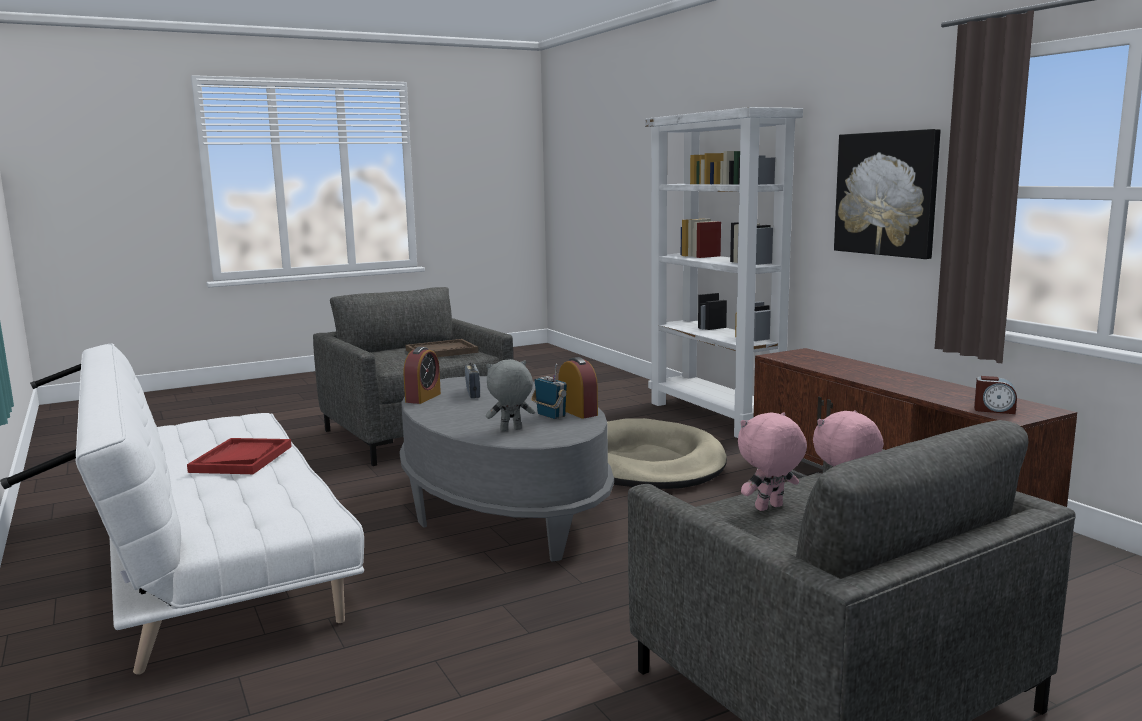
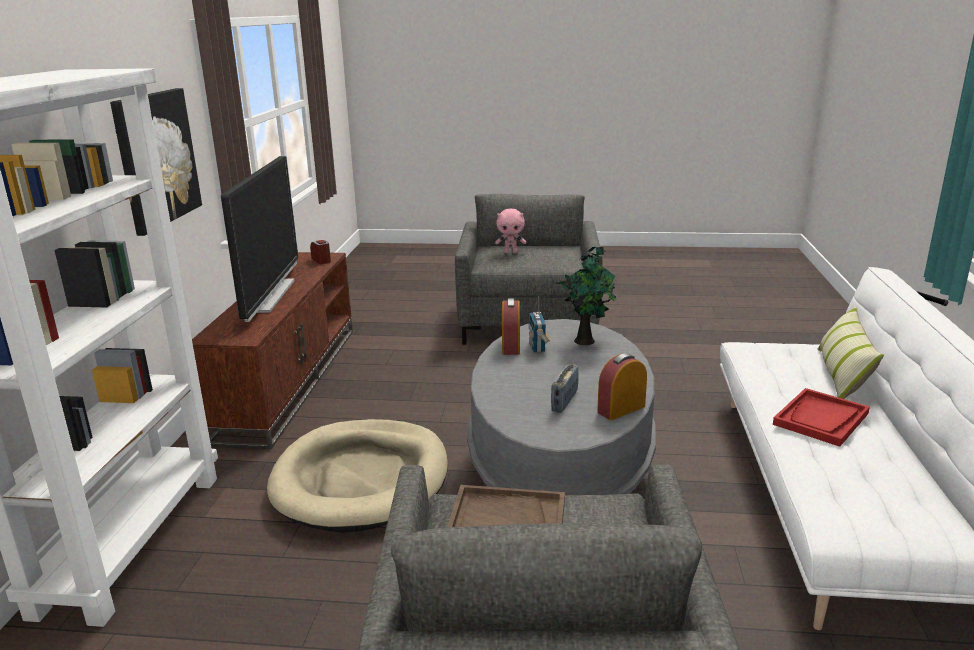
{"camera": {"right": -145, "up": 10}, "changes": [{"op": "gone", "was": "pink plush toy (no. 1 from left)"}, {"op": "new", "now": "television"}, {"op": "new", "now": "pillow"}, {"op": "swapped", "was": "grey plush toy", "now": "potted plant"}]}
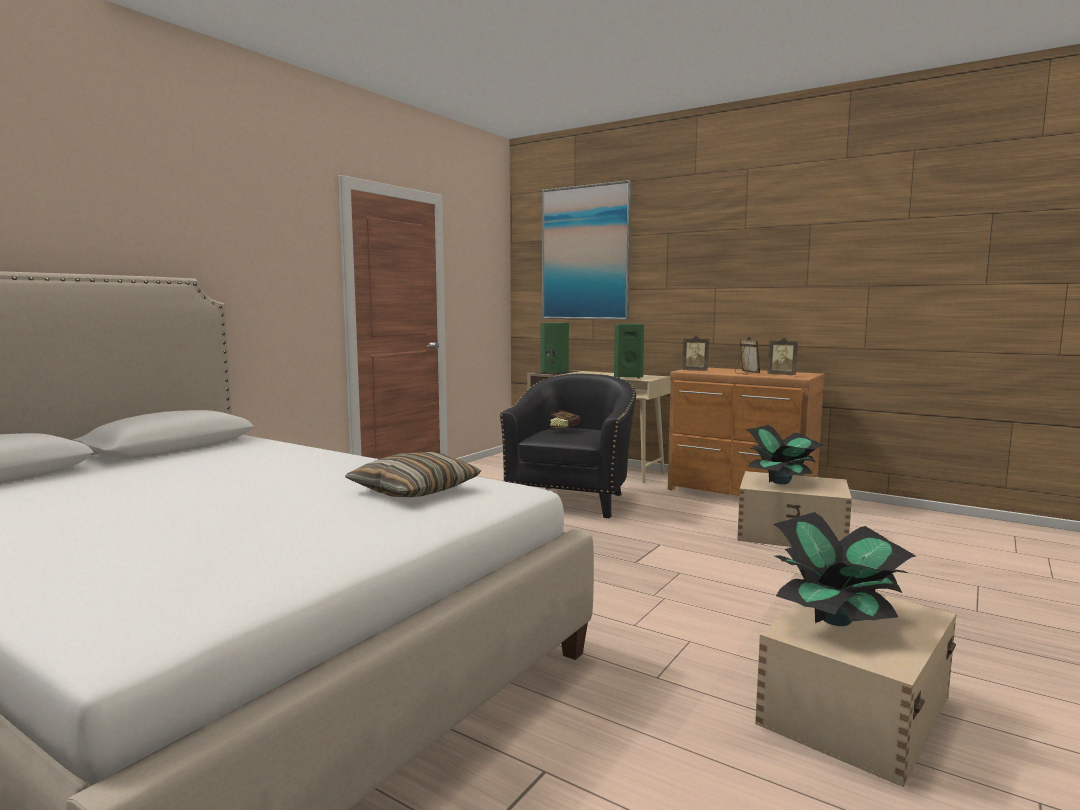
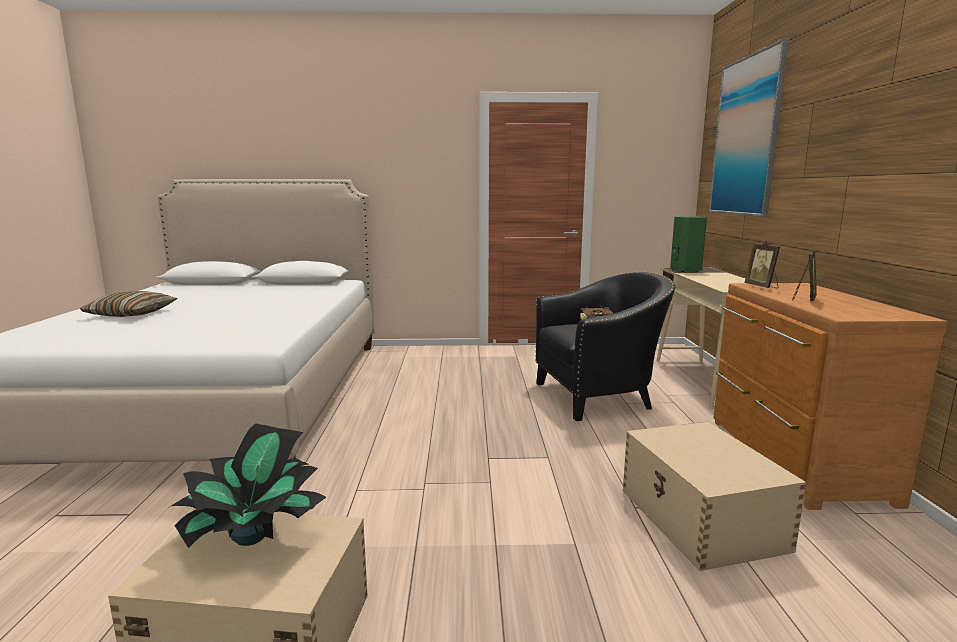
{"camera": {"right": 55, "up": 5}, "changes": [{"op": "gone", "was": "green speaker (no. 2 from left)"}, {"op": "gone", "was": "potted plant (no. 1 from left)"}, {"op": "gone", "was": "picture frame (no. 3 from left)"}, {"op": "shifted", "was": "pillow"}]}
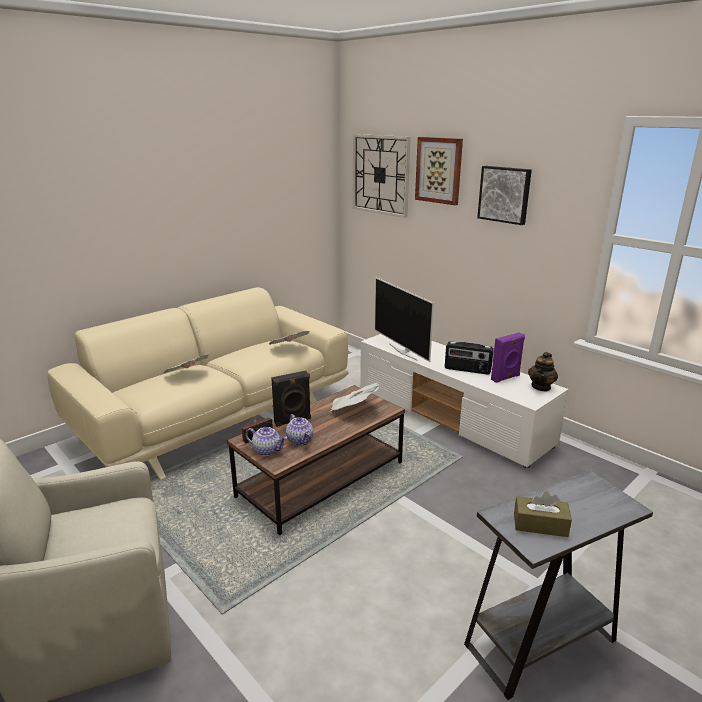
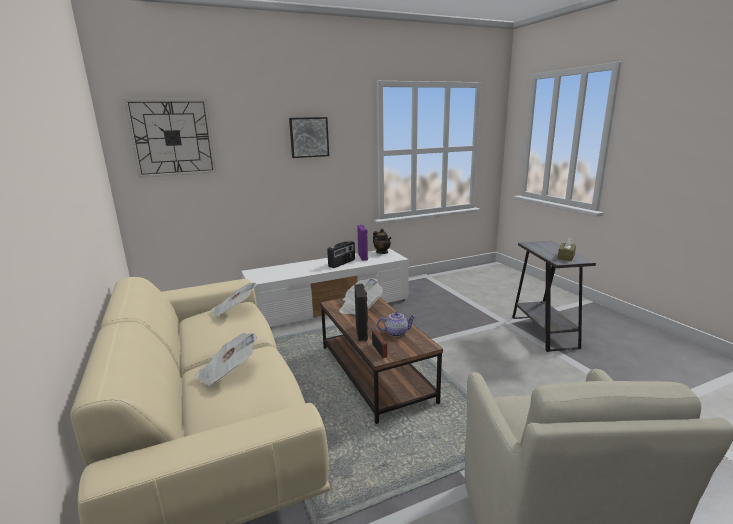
{"camera": {"right": -70, "up": -5}, "changes": [{"op": "gone", "was": "teapot (no. 1 from left)"}, {"op": "gone", "was": "television"}, {"op": "gone", "was": "picture (no. 1 from left)"}]}
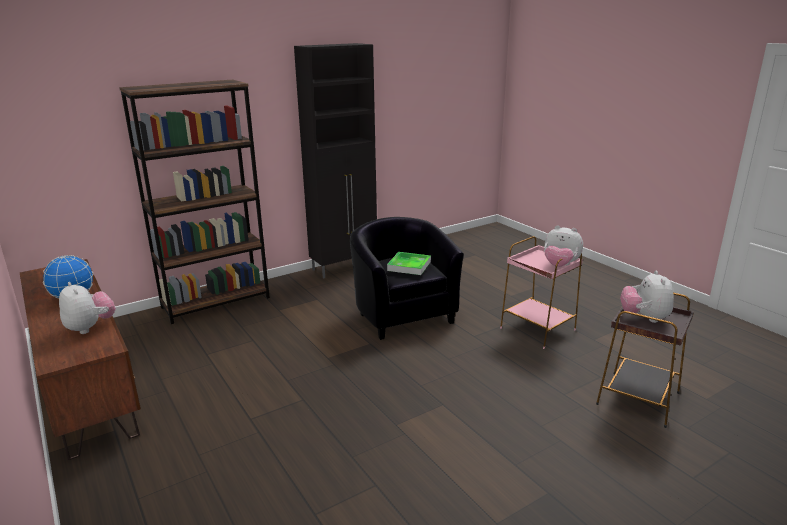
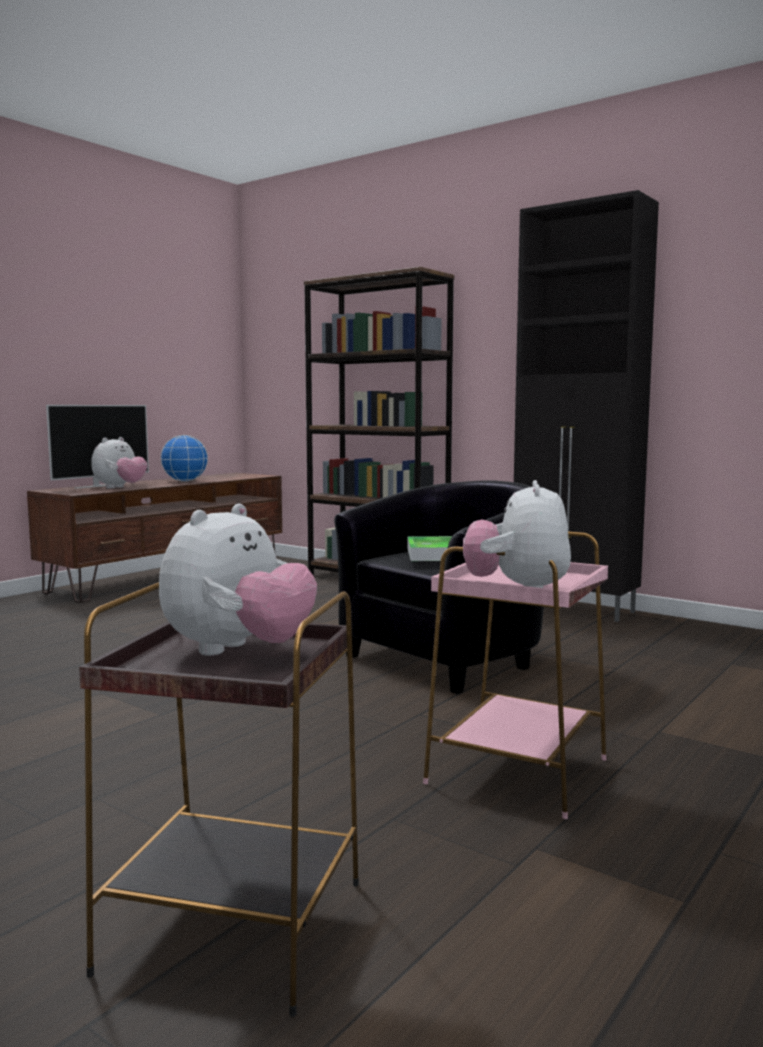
{"camera": {"right": 70, "up": -15}, "changes": [{"op": "new", "now": "television"}, {"op": "rotated", "was": "plush toy (no. 3 from left in the first image)", "clockwise": 135}]}
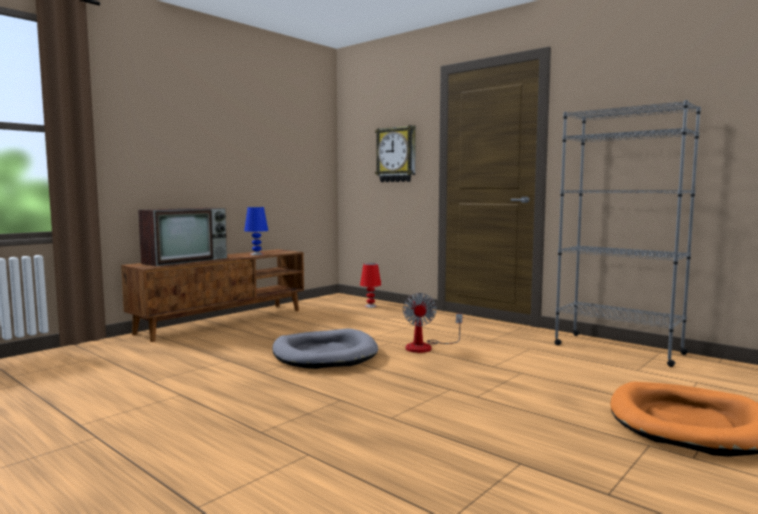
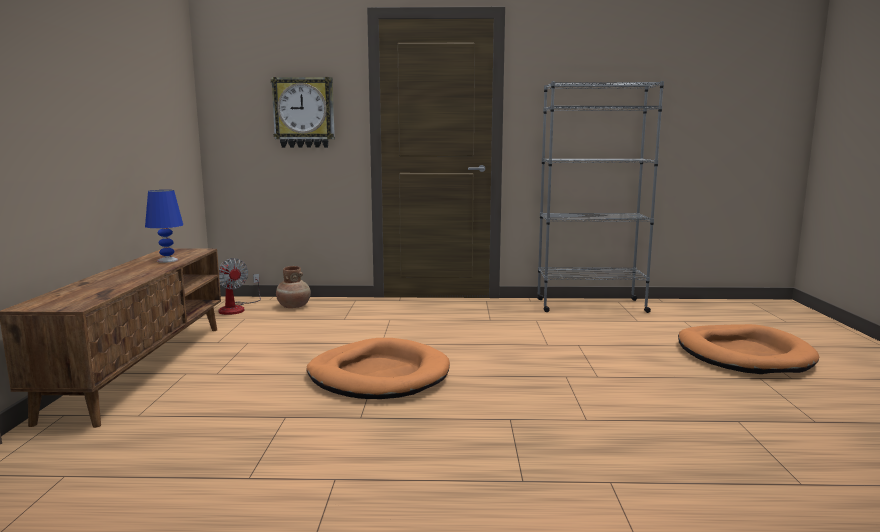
{"camera": {"right": -40, "up": 5}, "changes": [{"op": "gone", "was": "television"}, {"op": "shifted", "was": "fan"}, {"op": "swapped", "was": "red table lamp", "now": "brown vase"}, {"op": "repainted", "was": "grey dog bed", "now": "orange dog bed (no. 1 from left)"}]}
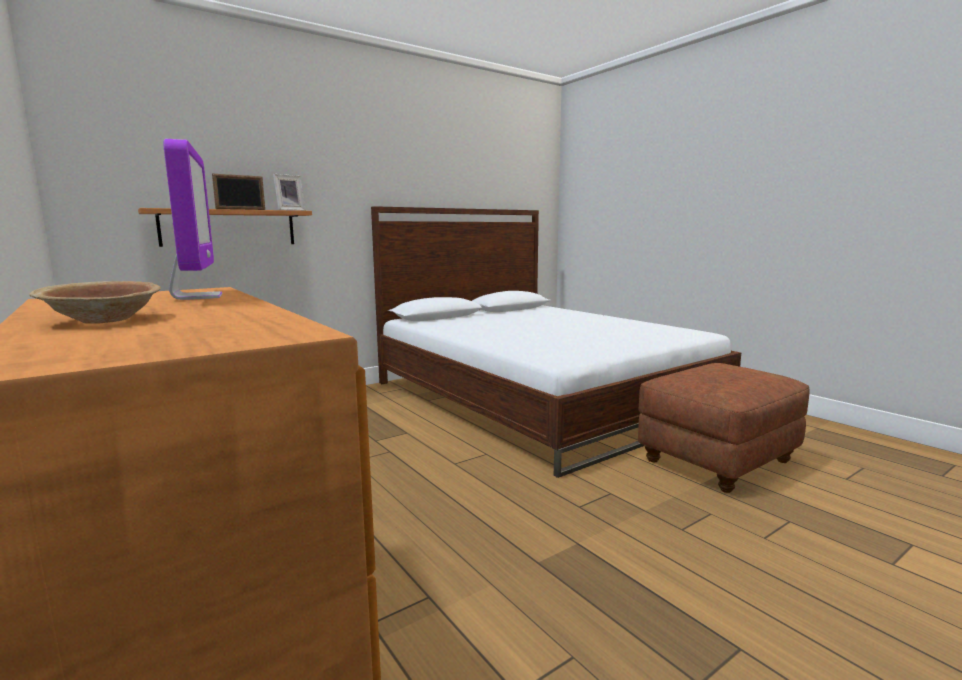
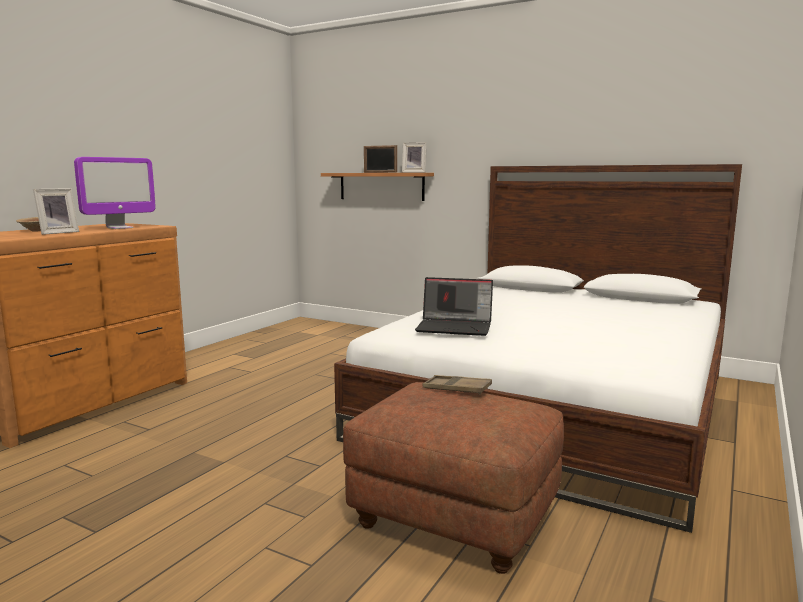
{"camera": {"right": 65, "up": 0}, "changes": [{"op": "new", "now": "picture frame (no. 1 from left)"}, {"op": "new", "now": "laptop"}, {"op": "new", "now": "brown tray"}]}
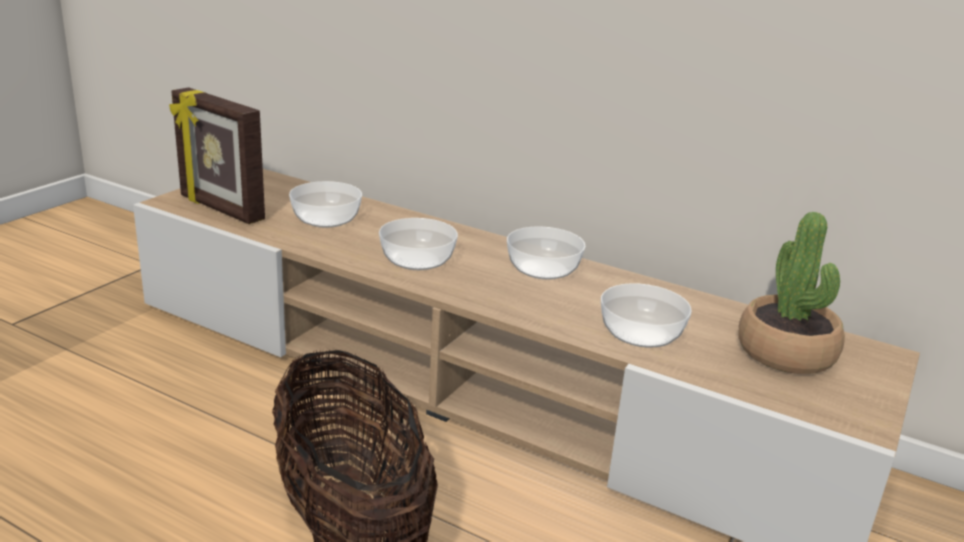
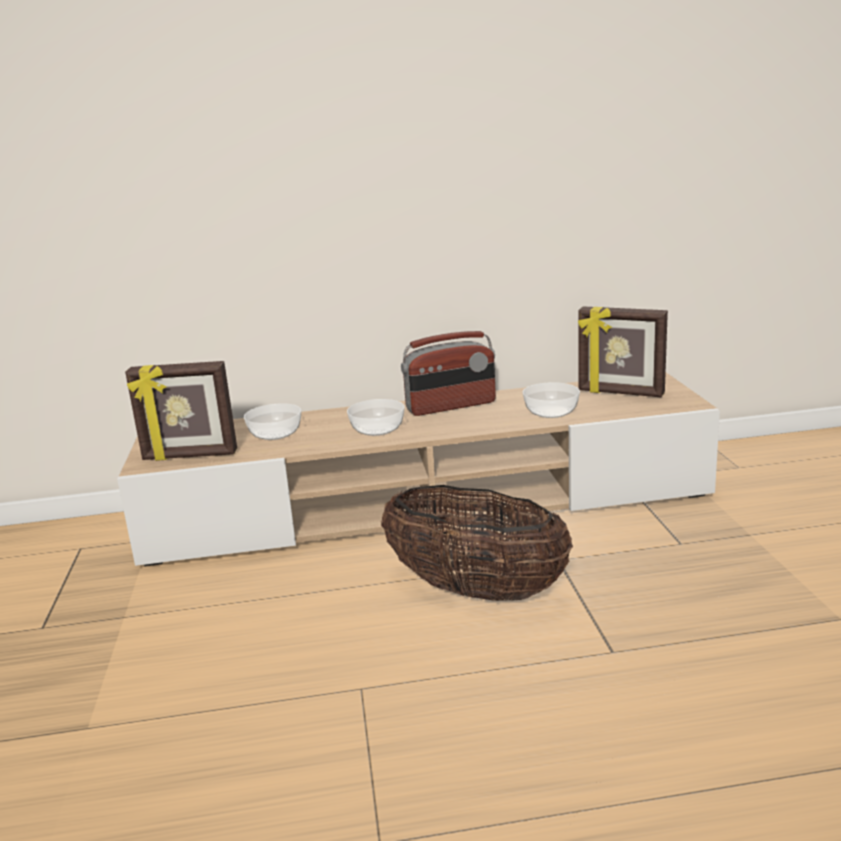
{"camera": {"right": -35, "up": -5}, "changes": [{"op": "swapped", "was": "bowl (no. 3 from left)", "now": "radio"}, {"op": "swapped", "was": "potted plant", "now": "picture frame (no. 2 from left)"}]}
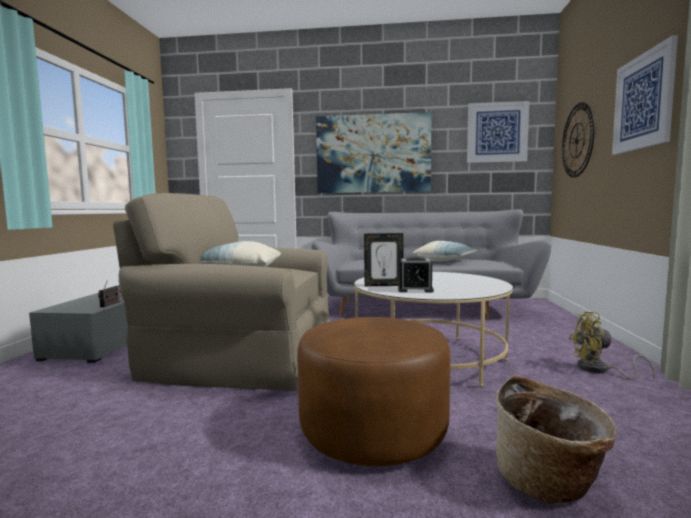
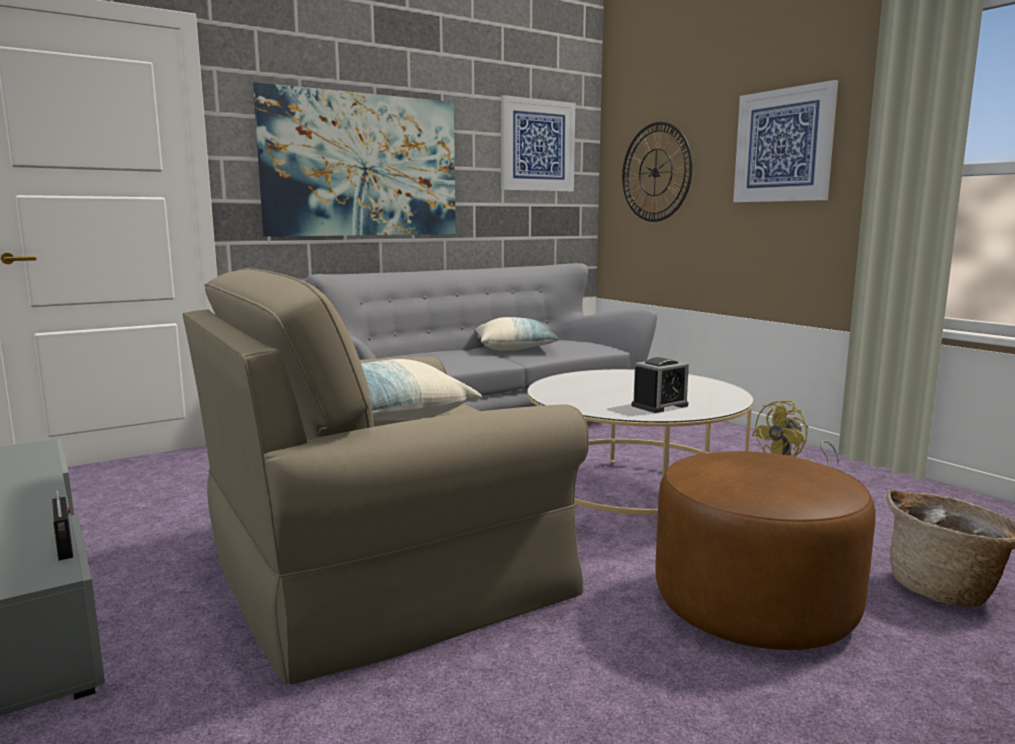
{"camera": {"right": -40, "up": 5}, "changes": [{"op": "gone", "was": "picture frame"}]}
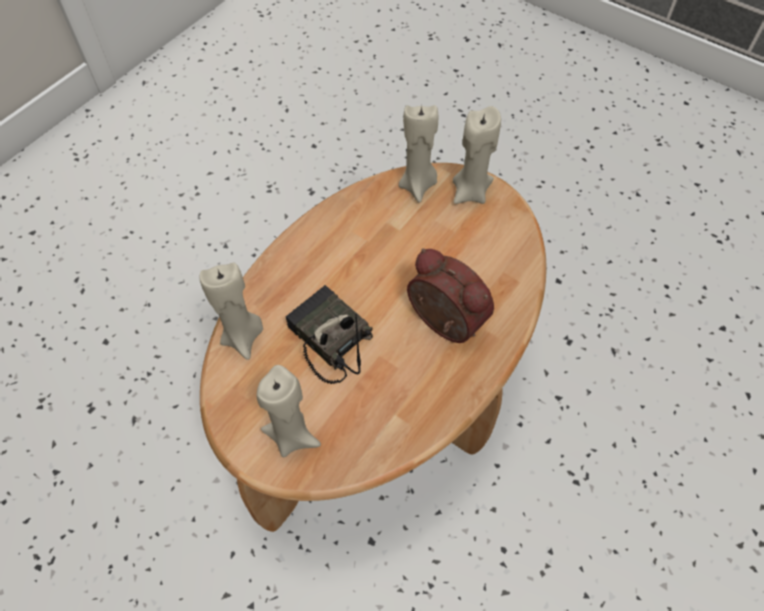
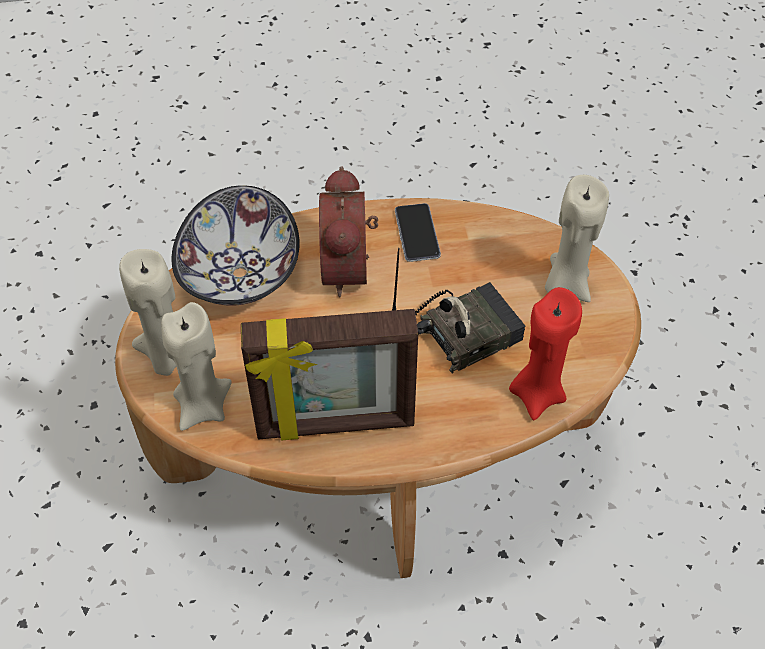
{"camera": {"right": -135, "up": -5}, "changes": [{"op": "new", "now": "bowl"}, {"op": "new", "now": "picture frame"}, {"op": "new", "now": "phone"}, {"op": "repainted", "was": "beige candle (no. 1 from left)", "now": "red candle"}, {"op": "rotated", "was": "radio", "clockwise": -120}]}
